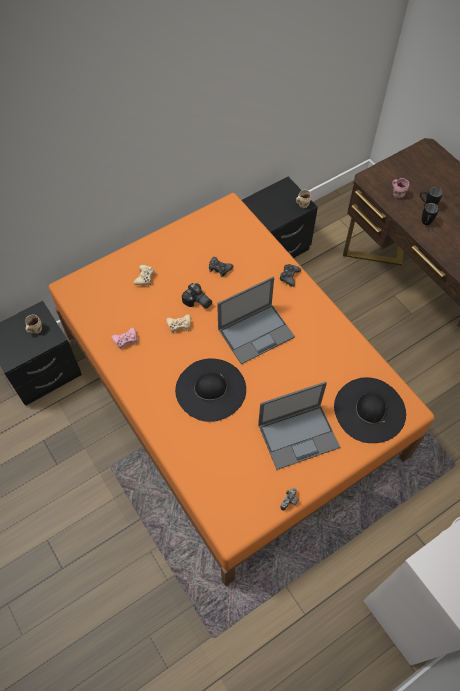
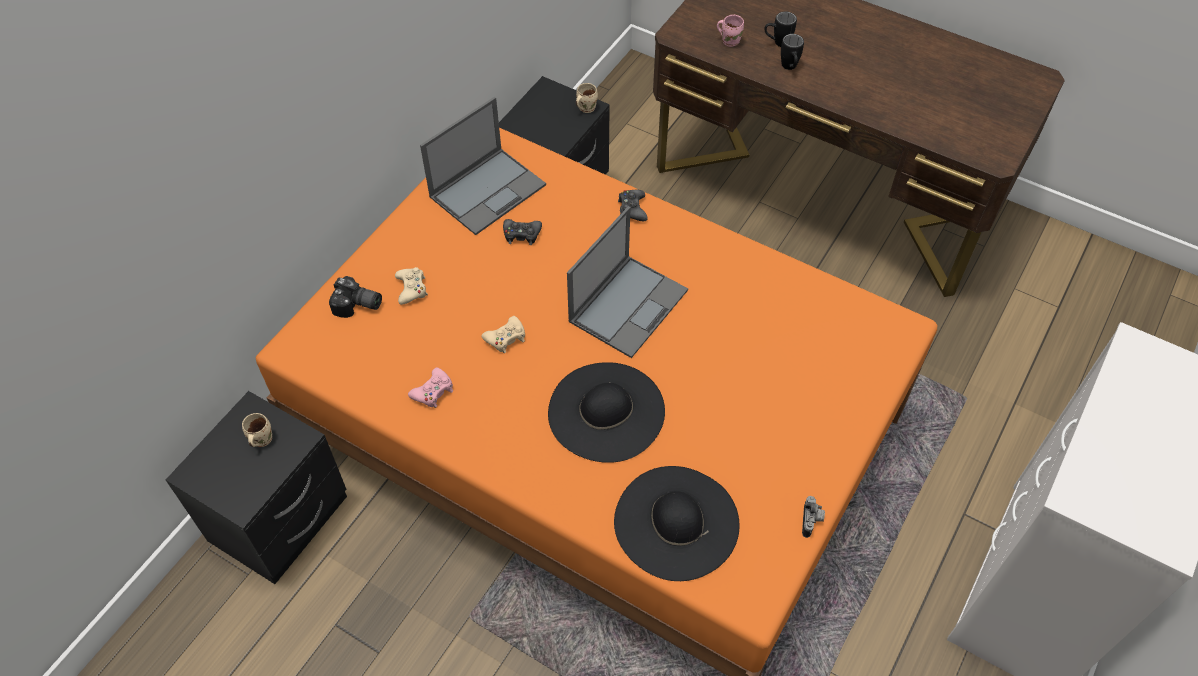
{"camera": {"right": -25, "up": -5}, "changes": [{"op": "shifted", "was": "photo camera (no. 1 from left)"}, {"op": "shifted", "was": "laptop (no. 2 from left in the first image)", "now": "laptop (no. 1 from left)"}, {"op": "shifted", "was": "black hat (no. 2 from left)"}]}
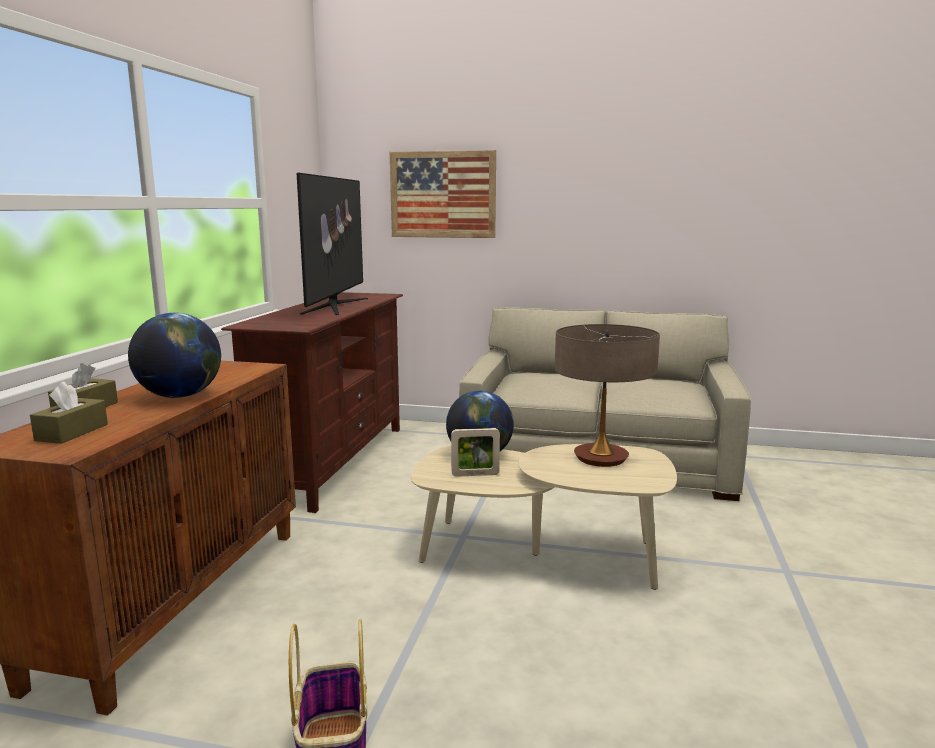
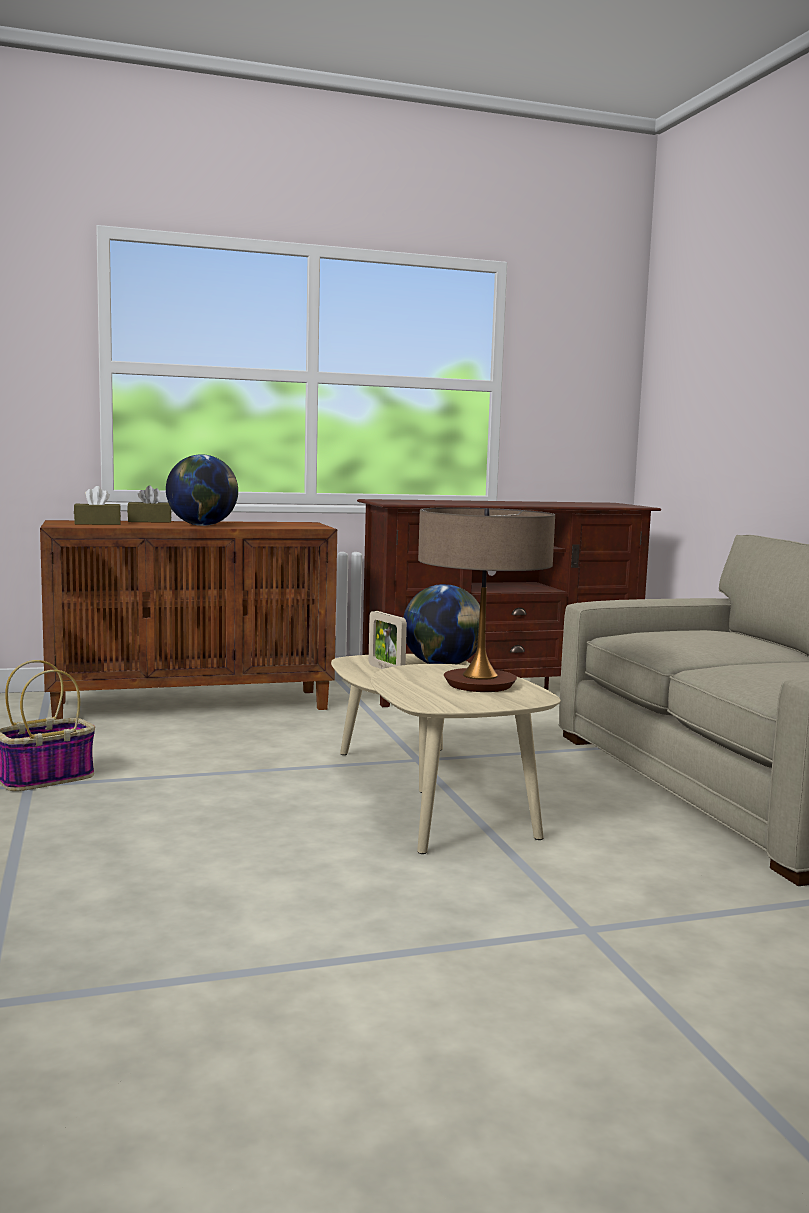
{"camera": {"right": 60, "up": -5}, "changes": [{"op": "gone", "was": "television"}, {"op": "gone", "was": "picture"}]}
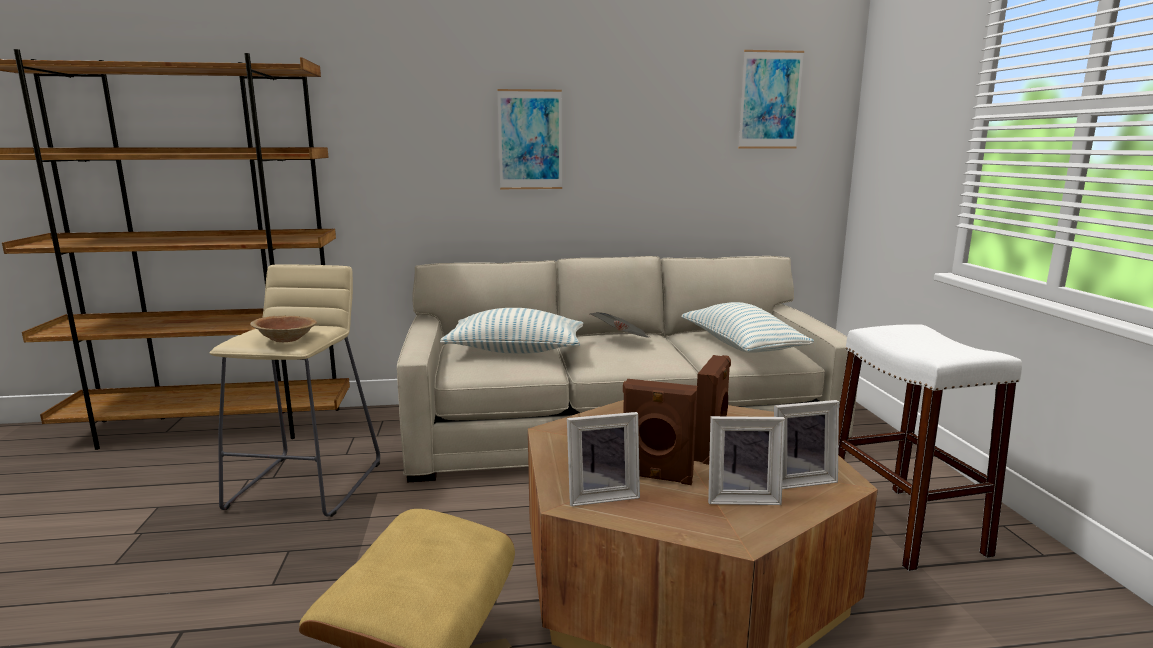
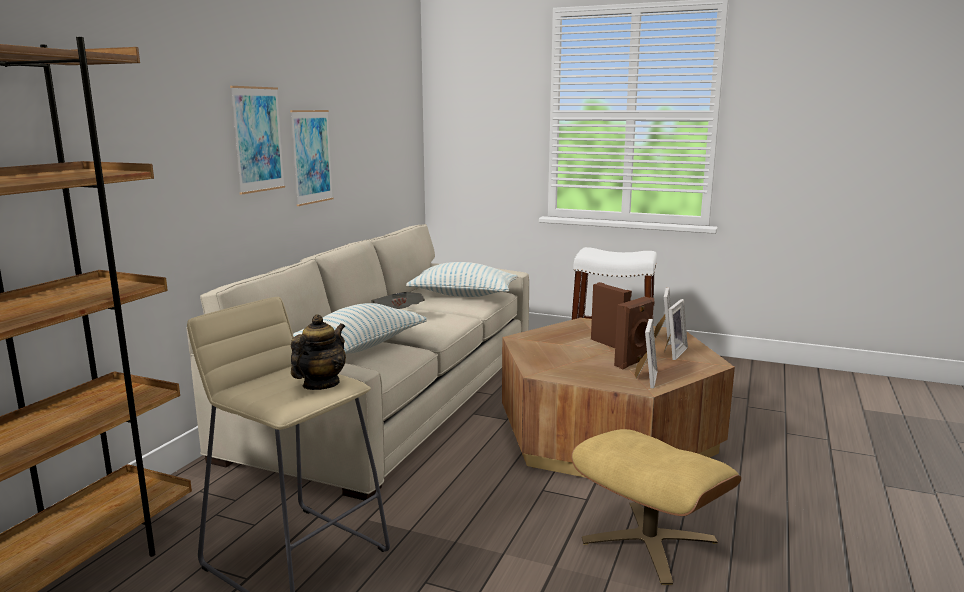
{"camera": {"right": -60, "up": 0}, "changes": [{"op": "shifted", "was": "picture (no. 2 from left)"}, {"op": "swapped", "was": "brown bowl", "now": "teapot"}]}
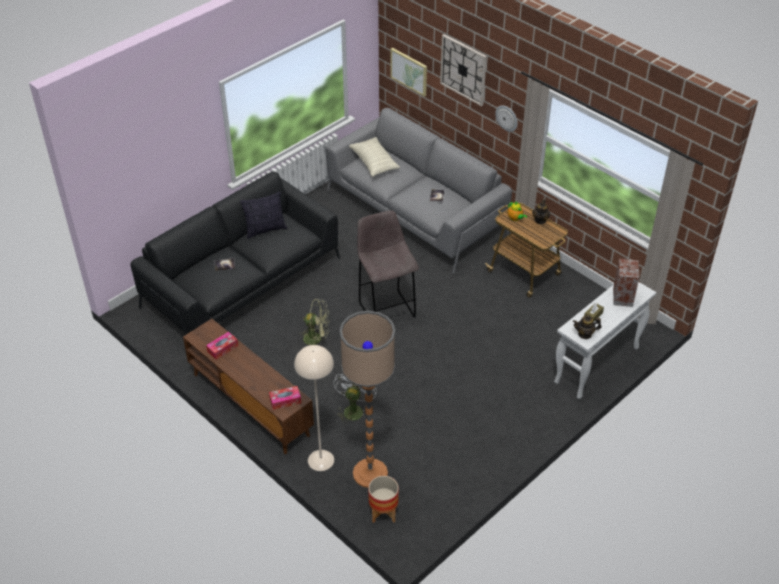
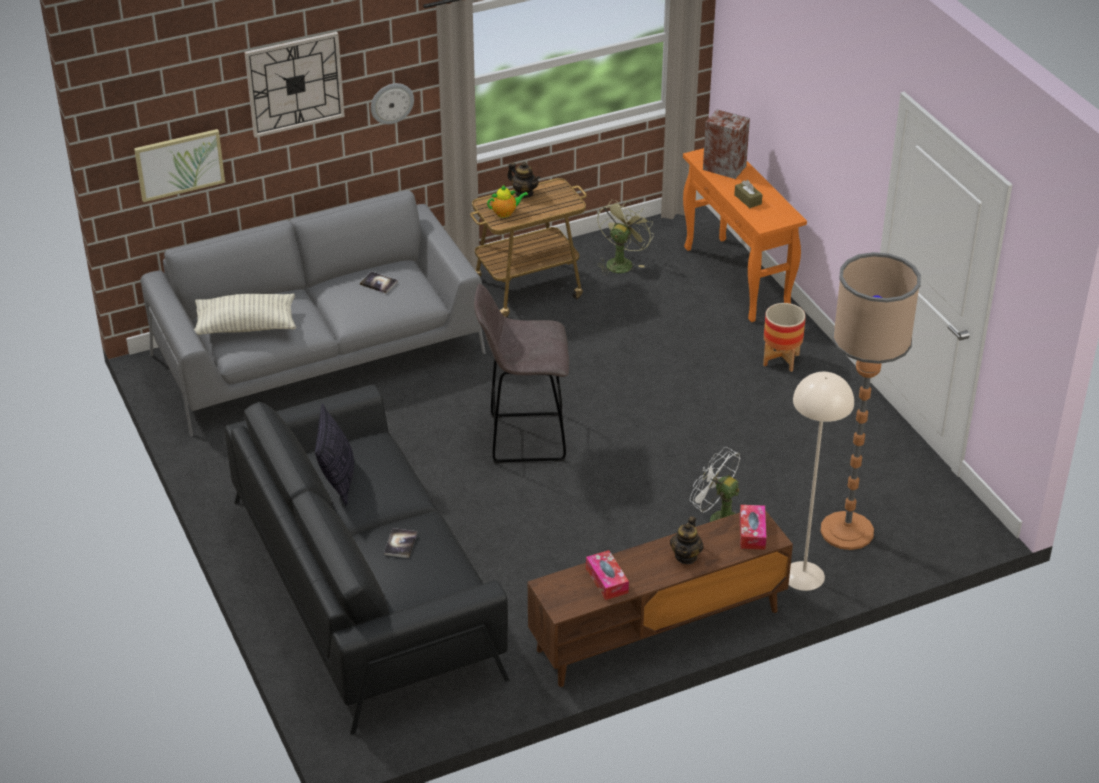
{"camera": {"right": -70, "up": -5}, "changes": [{"op": "shifted", "was": "green fan"}, {"op": "shifted", "was": "planter"}, {"op": "shifted", "was": "teapot (no. 3 from left)"}, {"op": "repainted", "was": "white console table", "now": "orange console table"}]}
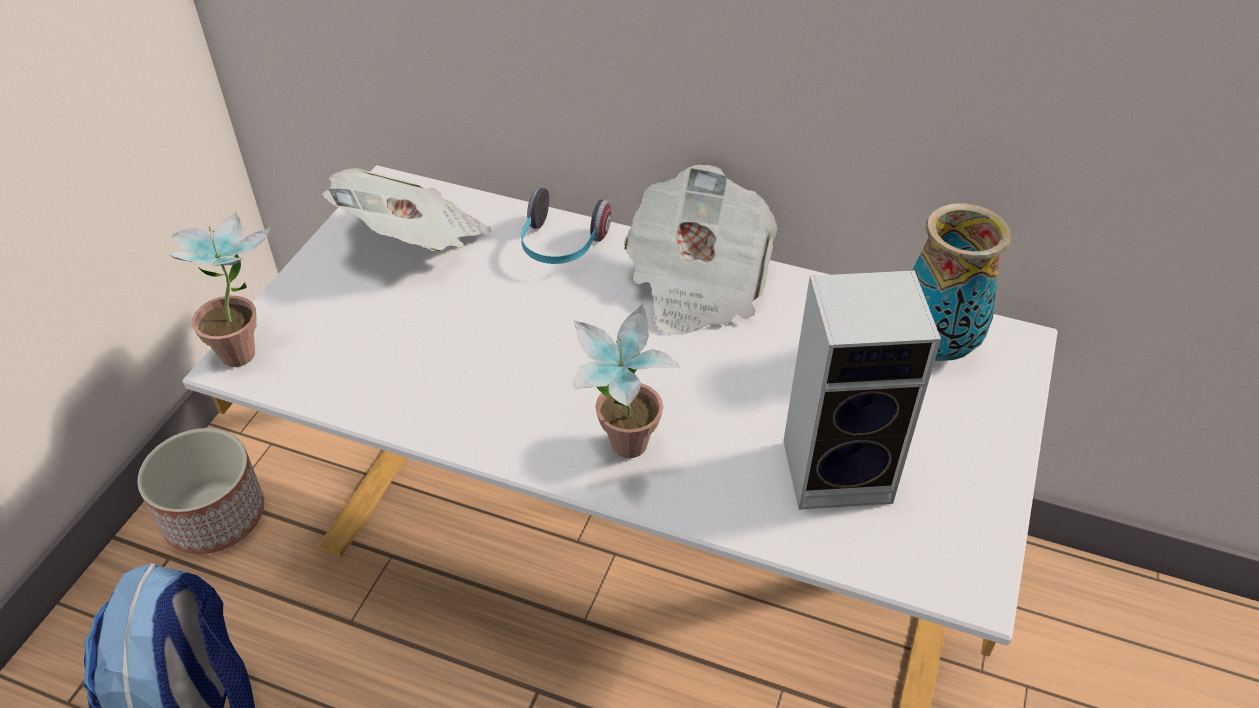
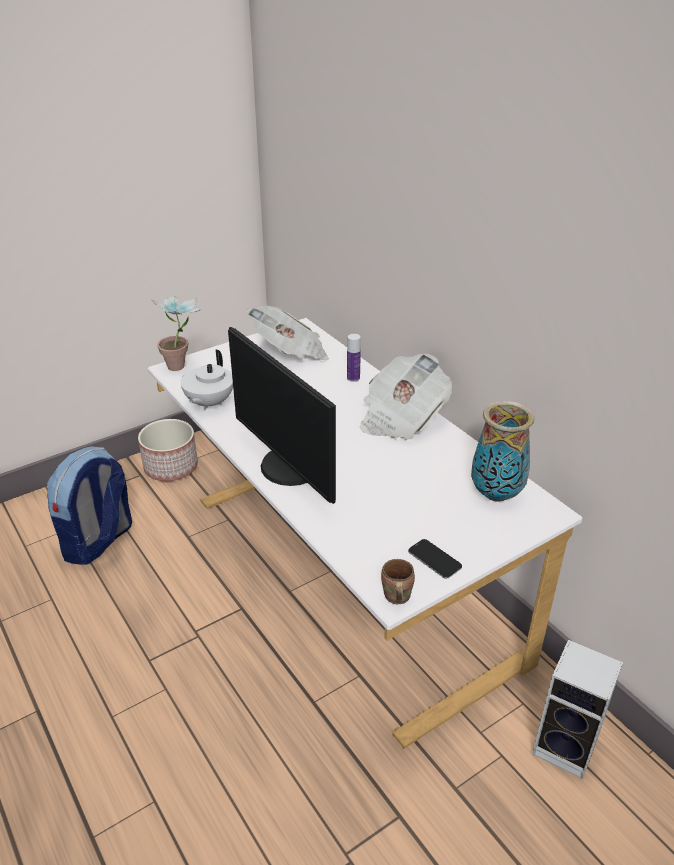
{"camera": {"right": 35, "up": -10}, "changes": [{"op": "new", "now": "white teapot"}, {"op": "new", "now": "brown mug"}, {"op": "new", "now": "phone"}, {"op": "shifted", "was": "speaker"}, {"op": "swapped", "was": "headphones", "now": "bottle"}, {"op": "swapped", "was": "potted plant (no. 2 from left)", "now": "monitor"}]}
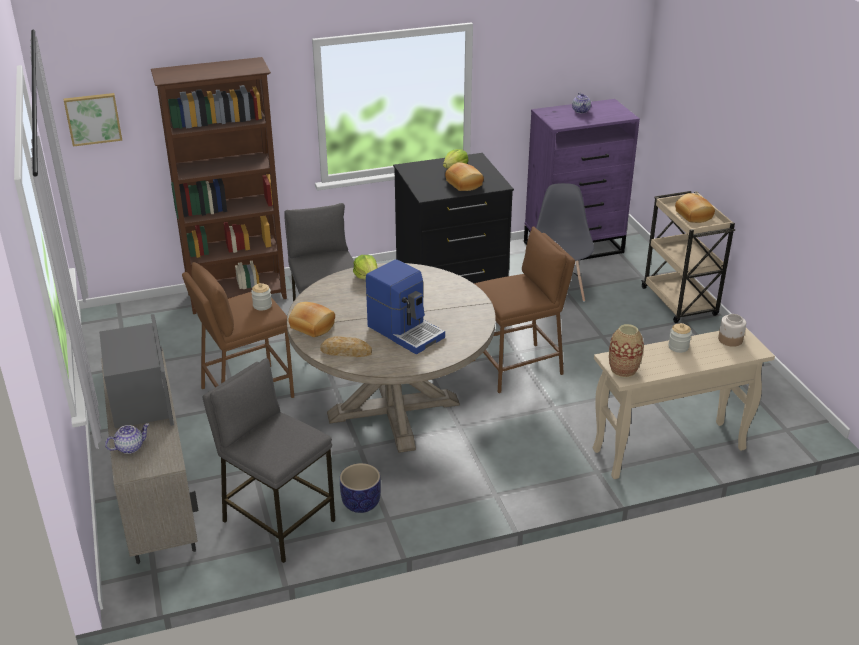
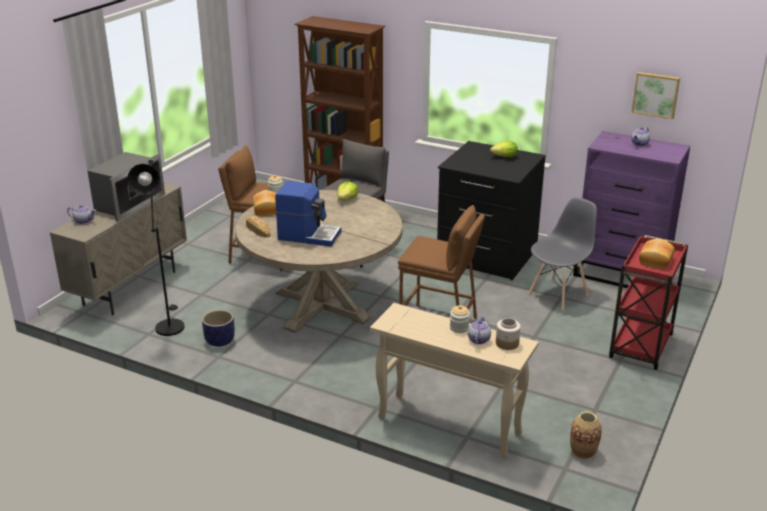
{"camera": {"right": 45, "up": -5}, "changes": [{"op": "gone", "was": "bread (no. 3 from left)"}, {"op": "new", "now": "teapot (no. 2 from left)"}, {"op": "shifted", "was": "picture"}, {"op": "shifted", "was": "vase"}, {"op": "swapped", "was": "grey stool (no. 1 from left)", "now": "black floor lamp"}, {"op": "repainted", "was": "beige cart", "now": "red cart"}, {"op": "rotated", "was": "coffee machine", "clockwise": -75}]}
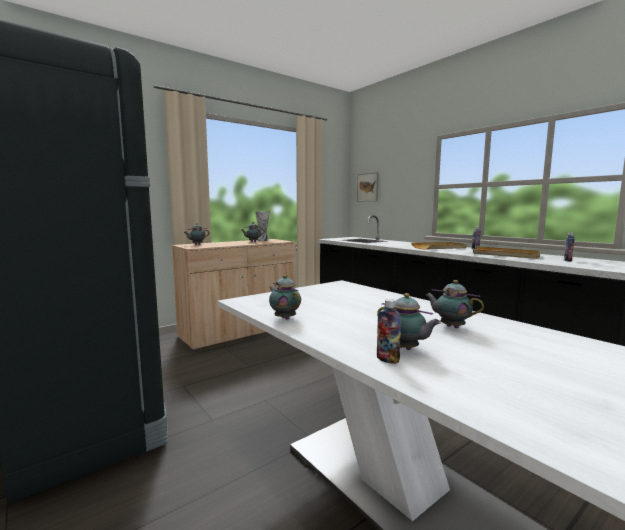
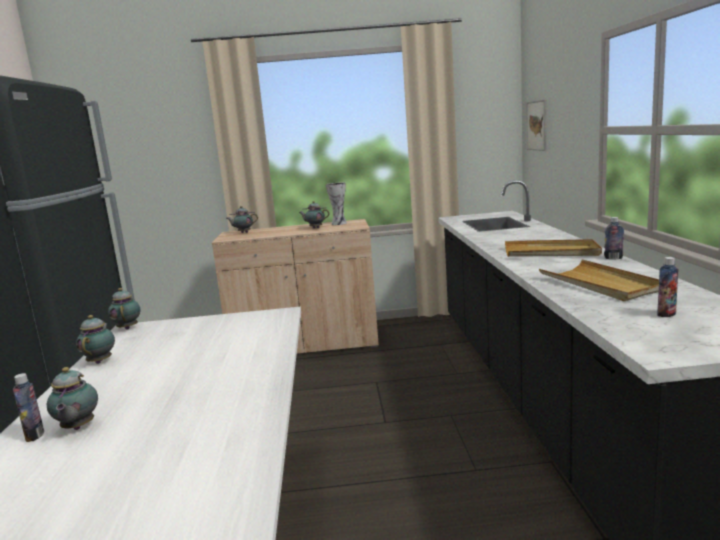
{"camera": {"right": 35, "up": 5}, "changes": [{"op": "shifted", "was": "teapot (no. 5 from left in the first image)", "now": "teapot (no. 3 from left)"}]}
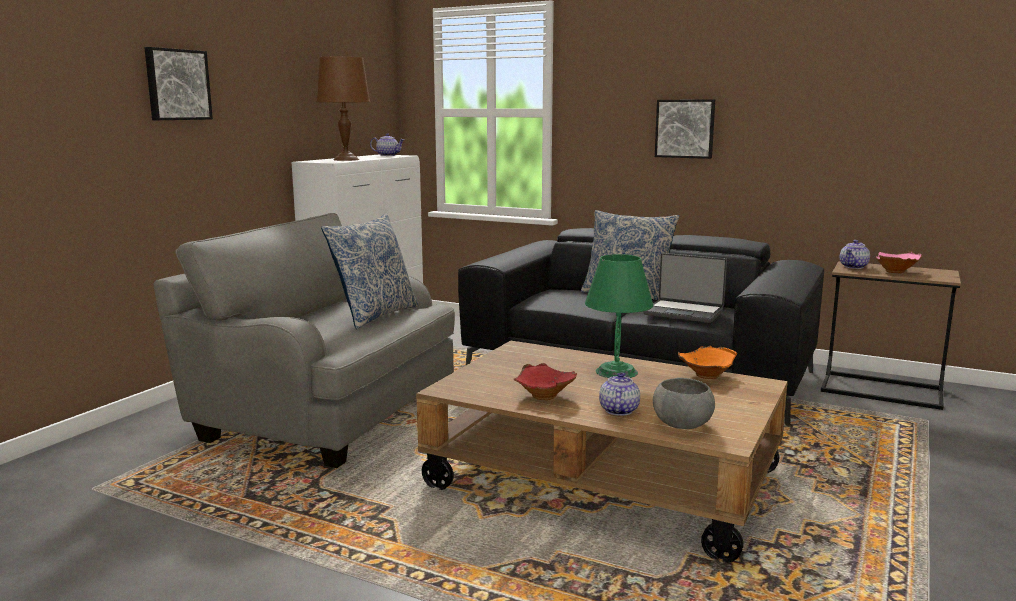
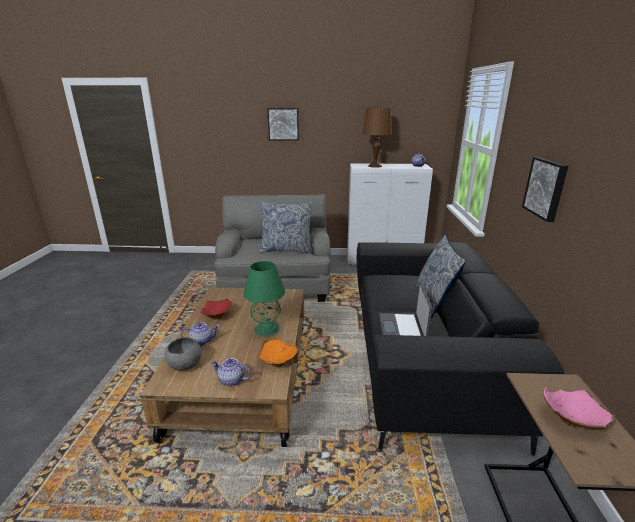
{"camera": {"right": 65, "up": 10}, "changes": [{"op": "shifted", "was": "teapot (no. 3 from left in the first image)", "now": "teapot (no. 2 from left)"}]}
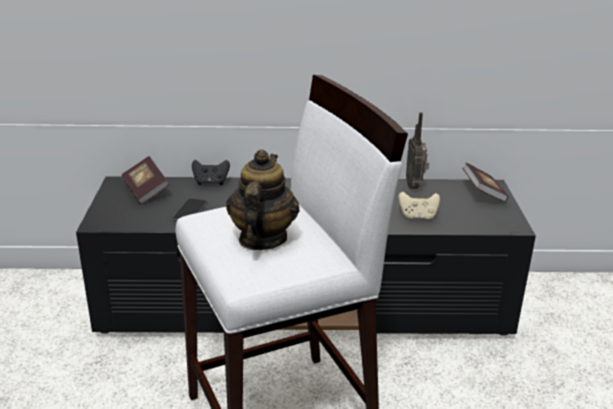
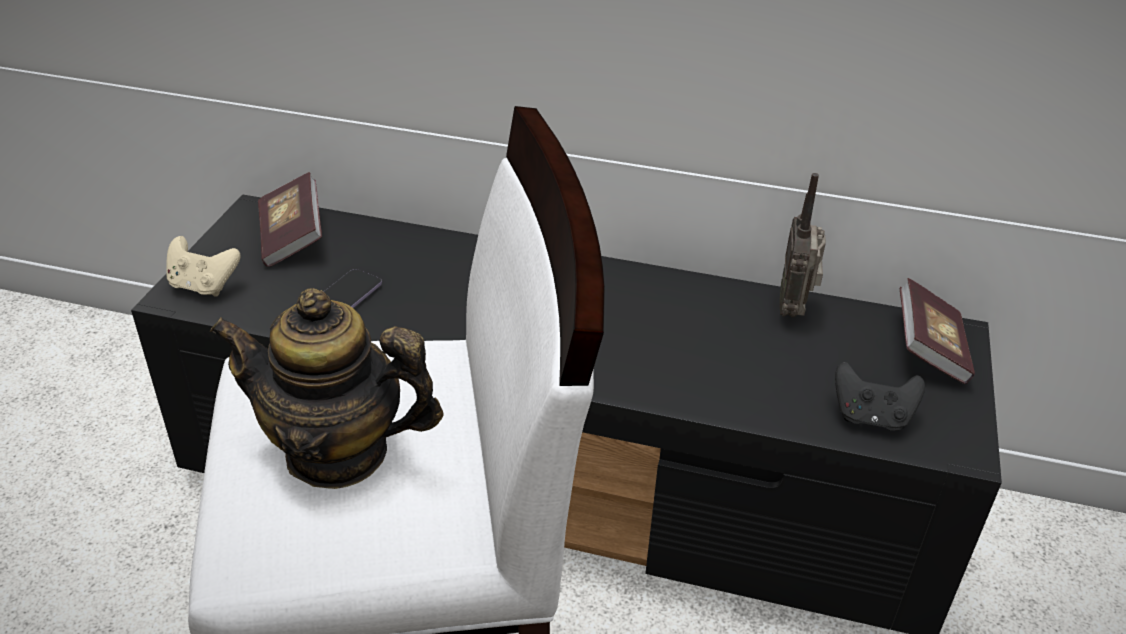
{"camera": {"right": 15, "up": 10}, "changes": [{"op": "shifted", "was": "black game controller"}, {"op": "shifted", "was": "beige game controller"}, {"op": "rotated", "was": "teapot", "clockwise": -105}]}
